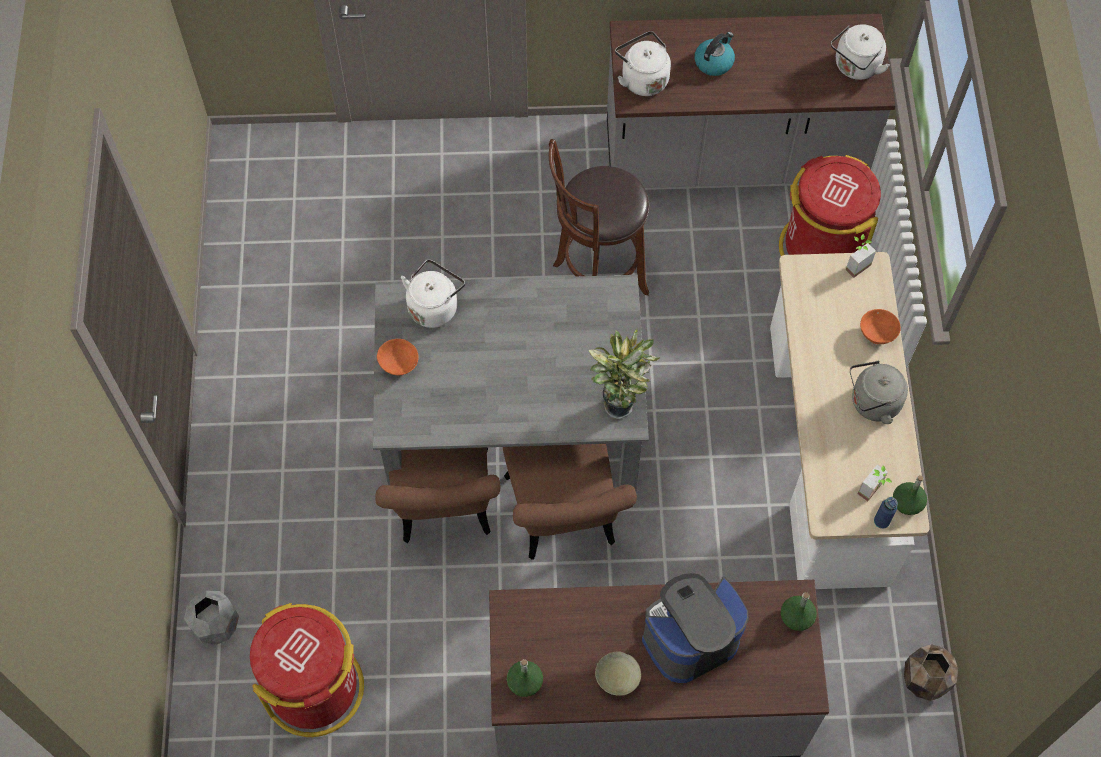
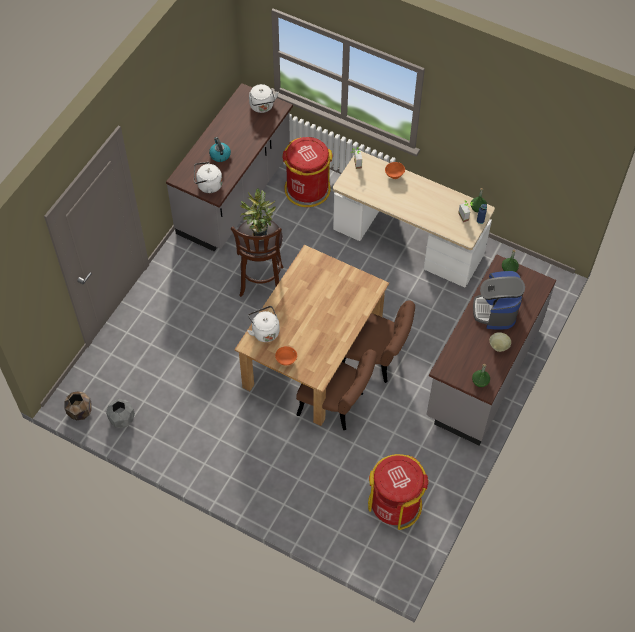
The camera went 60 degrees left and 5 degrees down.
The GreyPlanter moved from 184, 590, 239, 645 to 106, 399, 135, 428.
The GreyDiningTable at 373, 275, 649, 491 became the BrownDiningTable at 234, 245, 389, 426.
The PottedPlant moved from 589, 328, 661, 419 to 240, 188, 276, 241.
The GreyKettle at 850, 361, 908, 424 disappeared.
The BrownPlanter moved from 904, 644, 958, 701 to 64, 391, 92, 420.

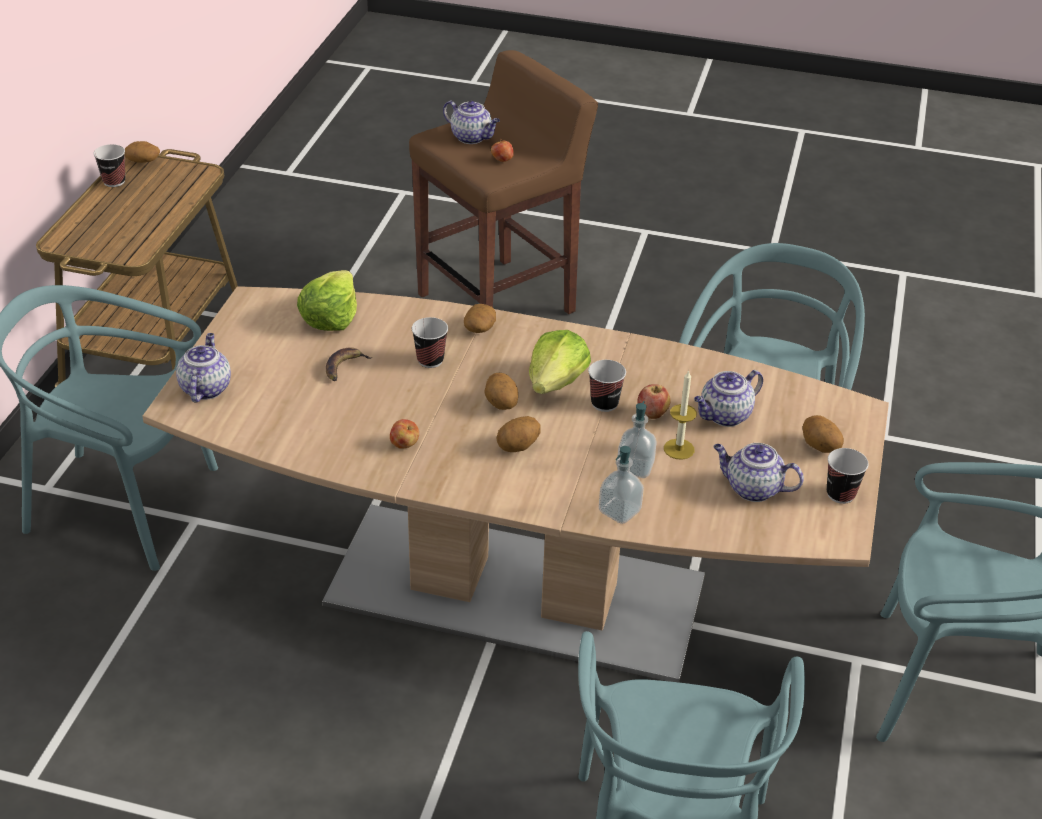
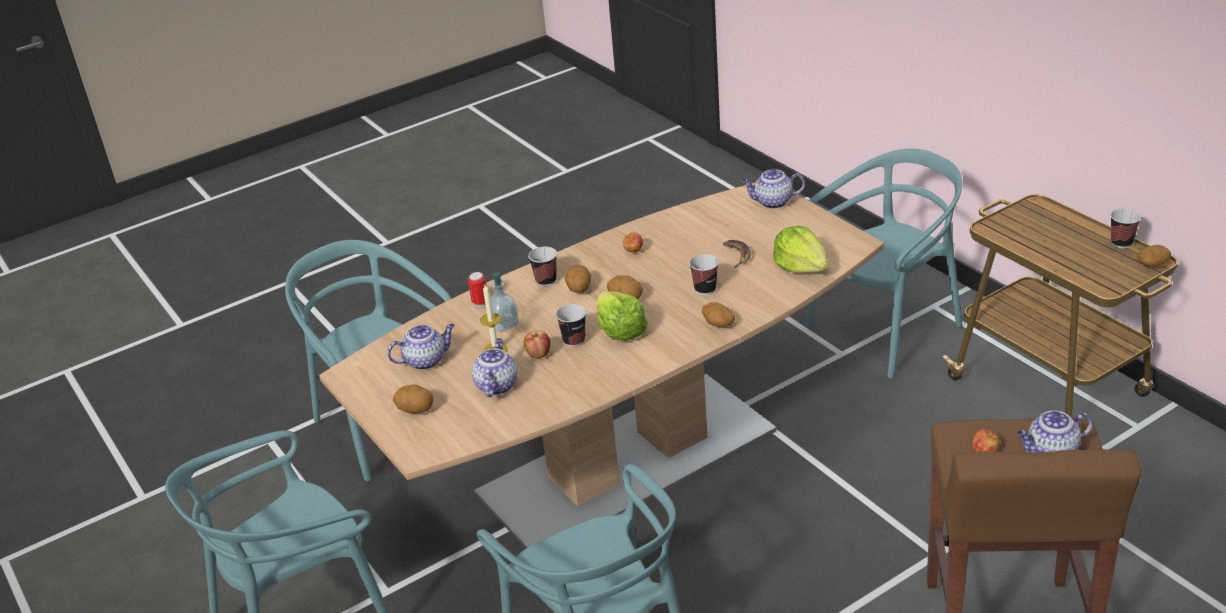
The camera went 135 degrees right and 5 degrees down.
The Teapot at 176, 333, 231, 402 turned 135 degrees clockwise.
The SoapDispenser at 599, 446, 644, 524 was replaced by the Can at 468, 272, 487, 307.
The Cup moved from 827, 448, 869, 504 to 528, 247, 557, 286.

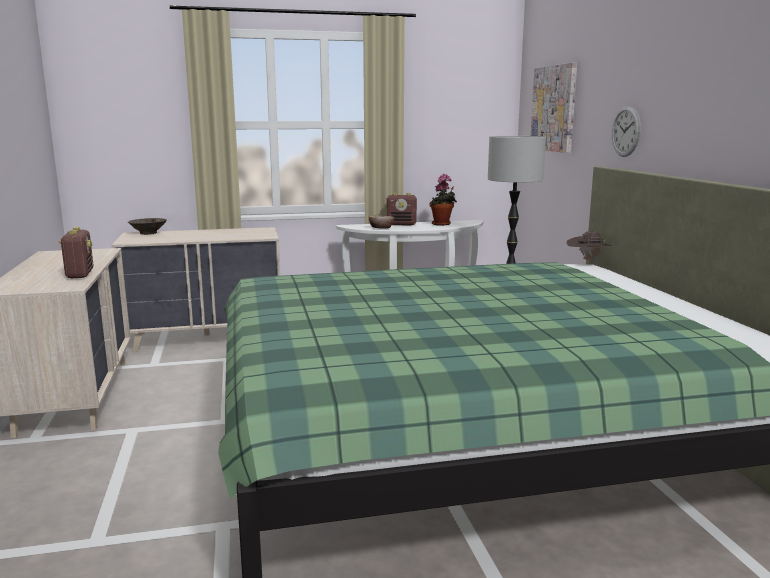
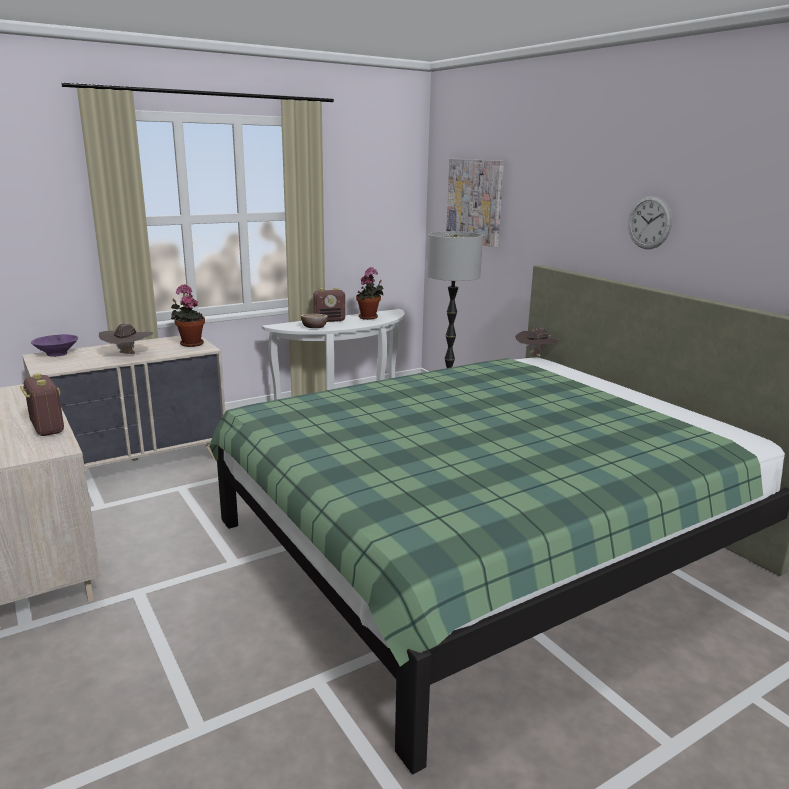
The camera went 20 degrees left and 5 degrees up.
The BrownBowl at 128, 218, 167, 235 became the PurpleBowl at 31, 334, 78, 357.
The WallClock moved from 612, 106, 641, 157 to 628, 196, 672, 249.
The BrownHat at 99, 323, 153, 354 appeared.
The PottedPlant at 171, 284, 205, 347 appeared.

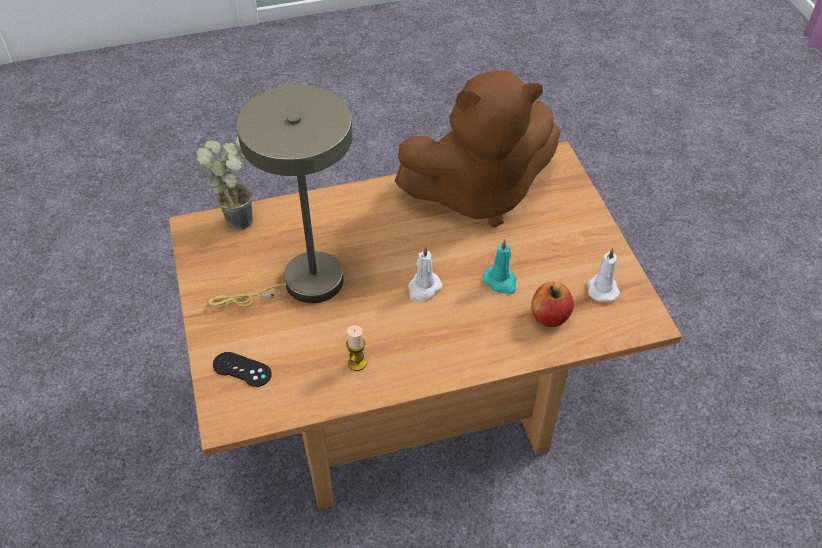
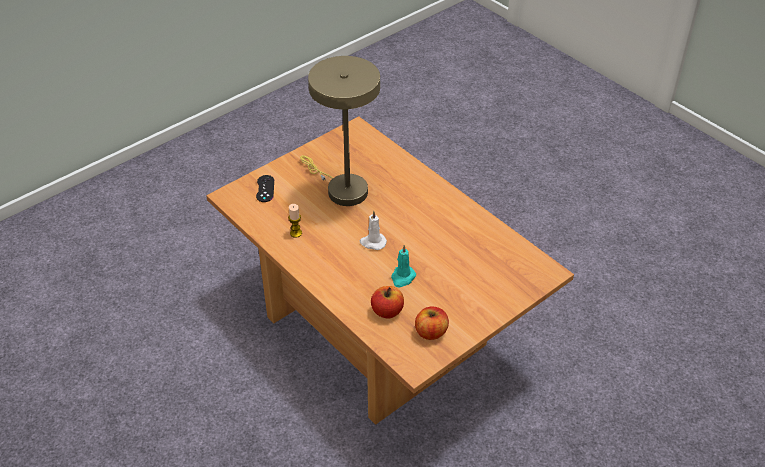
The camera went 65 degrees right and 5 degrees down.
The PottedPlant at 196, 137, 253, 230 disappeared.
The BrownPlushToy at 395, 71, 561, 228 disappeared.
The WhiteCandle at 587, 248, 620, 302 was replaced by the Apple at 415, 307, 449, 340.

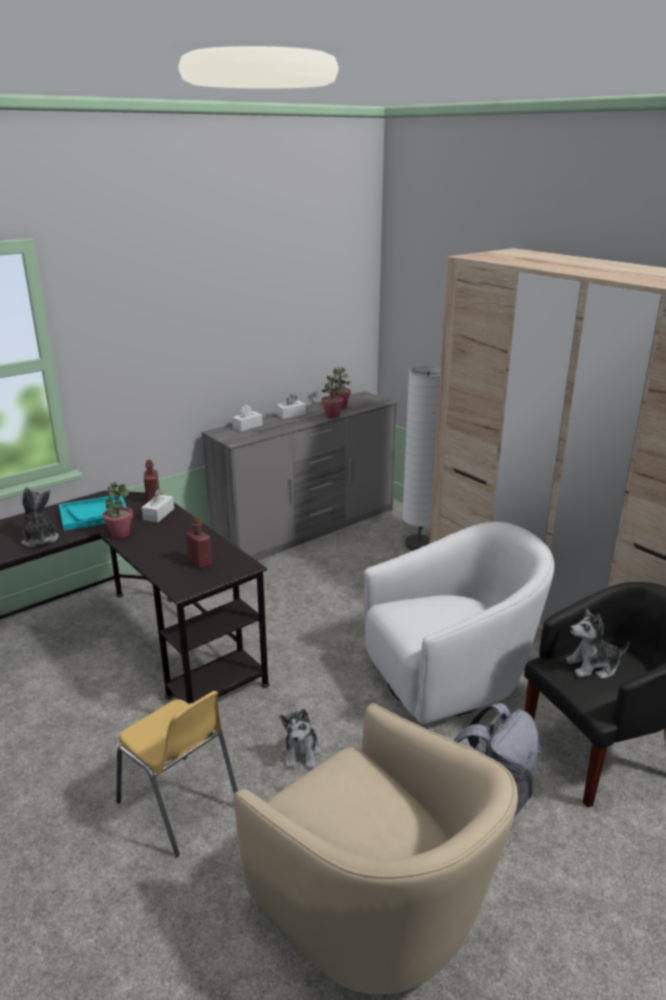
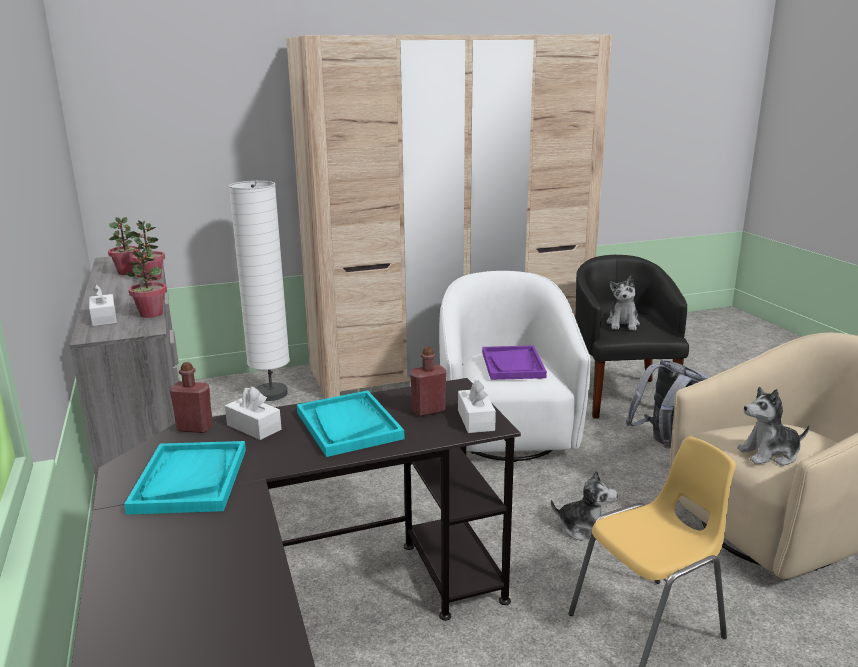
The camera went 70 degrees left and 5 degrees down.
The PlushToy moved from 21, 487, 59, 547 to 737, 387, 810, 466.
The PottedPlant moved from 102, 482, 133, 538 to 126, 247, 167, 318.
The WhiteTissueBox moved from 276, 394, 306, 419 to 458, 380, 496, 433.
The TurquoiseTray at 297, 390, 404, 457 appeared.
The PurpleTray at 482, 345, 547, 380 appeared.

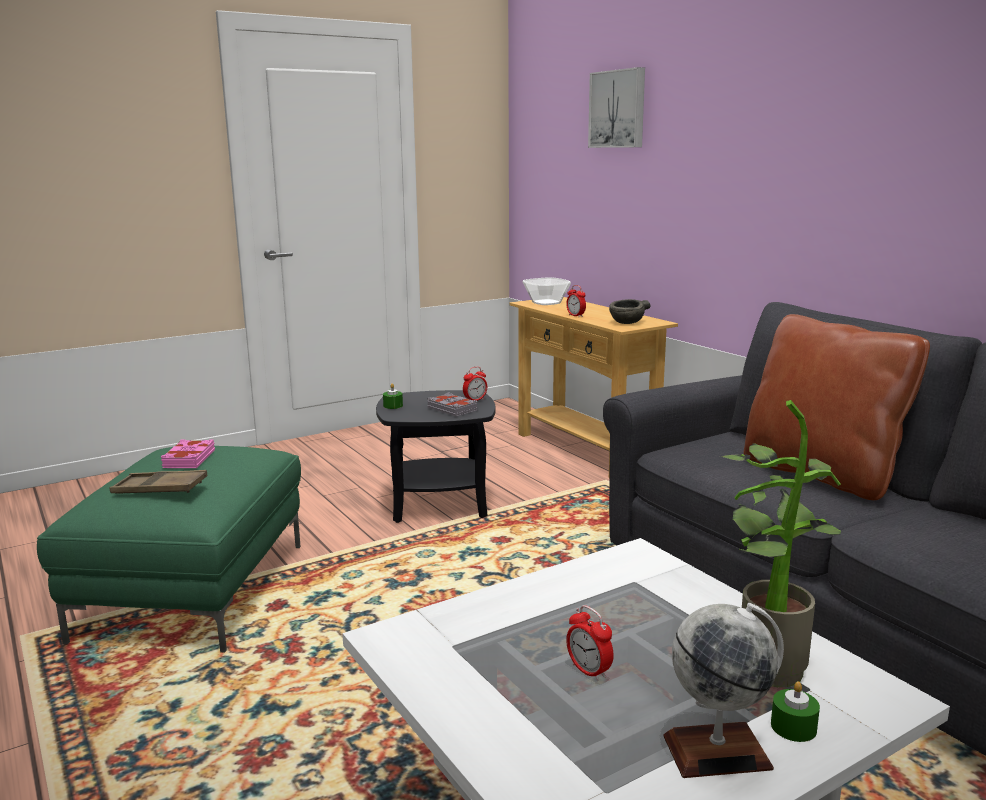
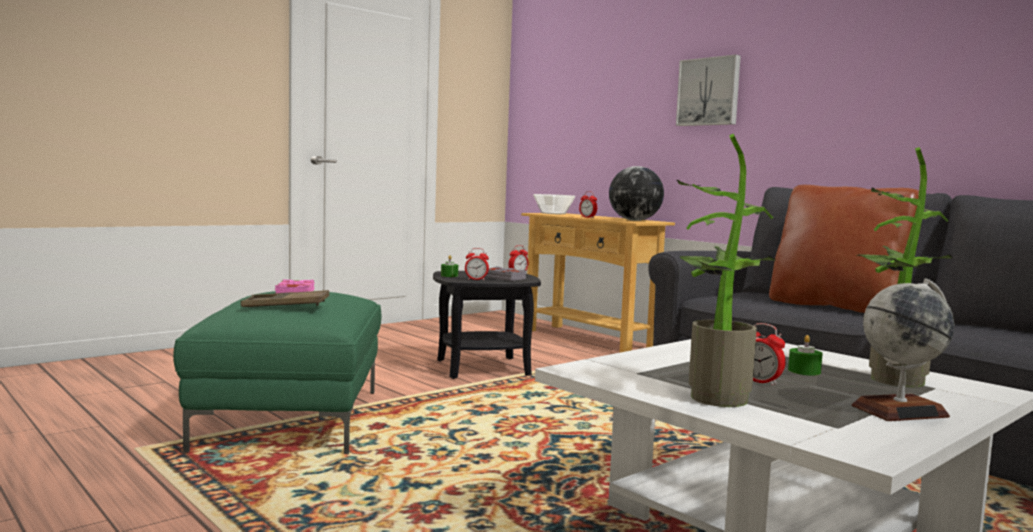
The camera went 10 degrees left and 10 degrees down.
The Picture moved from 588, 67, 645, 148 to 676, 55, 741, 126.
The GreyBowl at 609, 299, 651, 324 was replaced by the Globe at 609, 166, 664, 221.
The GreenCandle moved from 771, 681, 820, 742 to 788, 335, 823, 376.
The AlarmClock at 465, 248, 489, 281 appeared.
The PottedPlant at 677, 134, 776, 407 appeared.

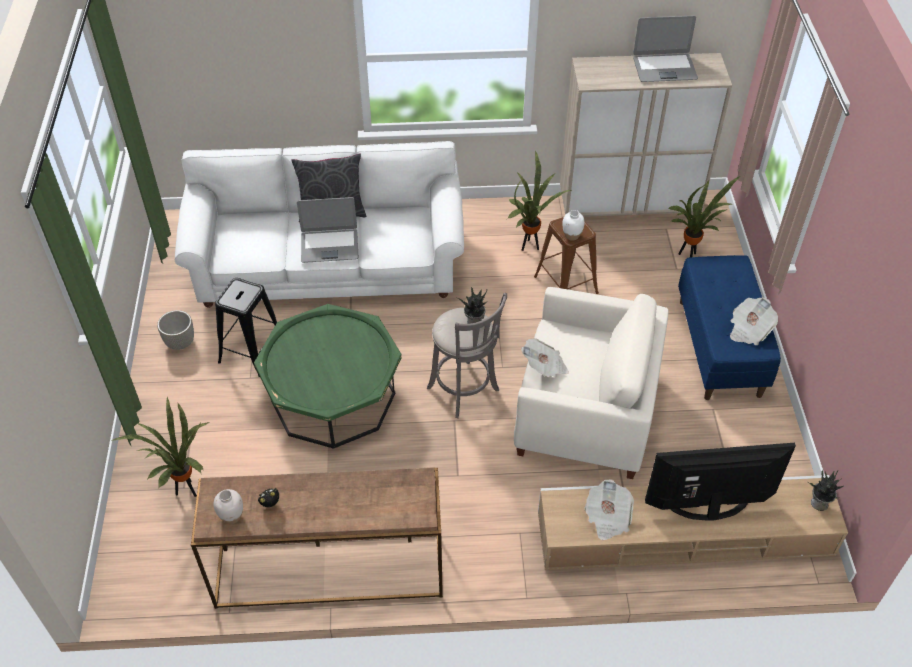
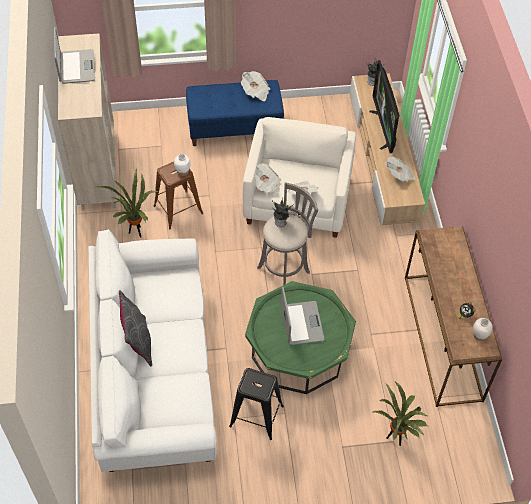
The camera went 95 degrees left and 5 degrees up.
The GreyPlanter at 157, 310, 194, 350 disappeared.
The Laptop moved from 297, 197, 358, 263 to 281, 286, 324, 345.
The PottedPlant at 669, 176, 740, 257 disappeared.
The Newspaper at 254, 163, 281, 195 appeared.

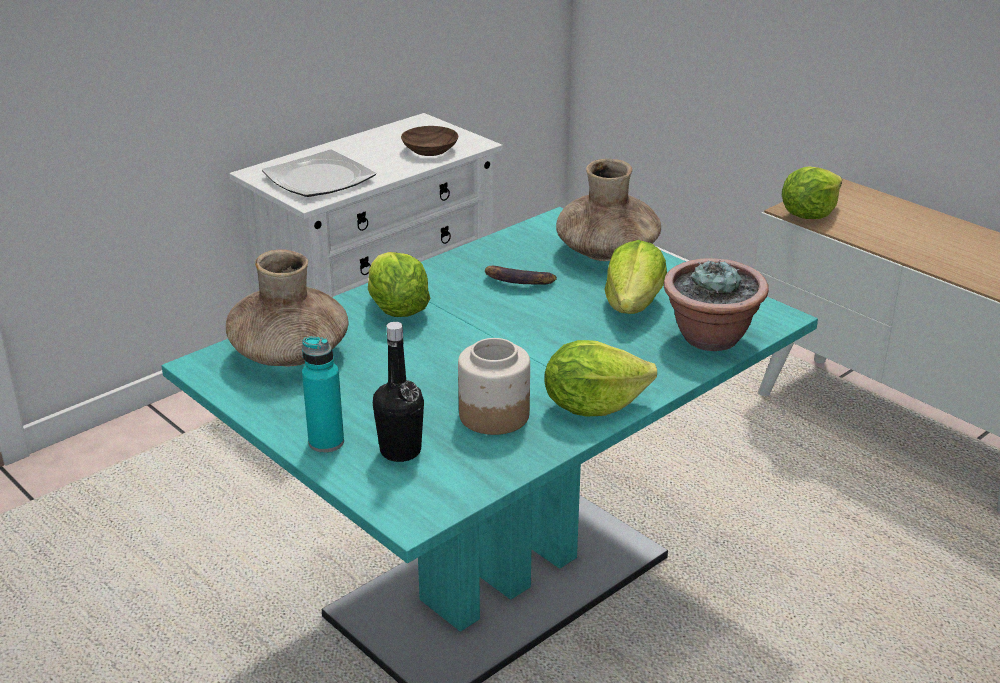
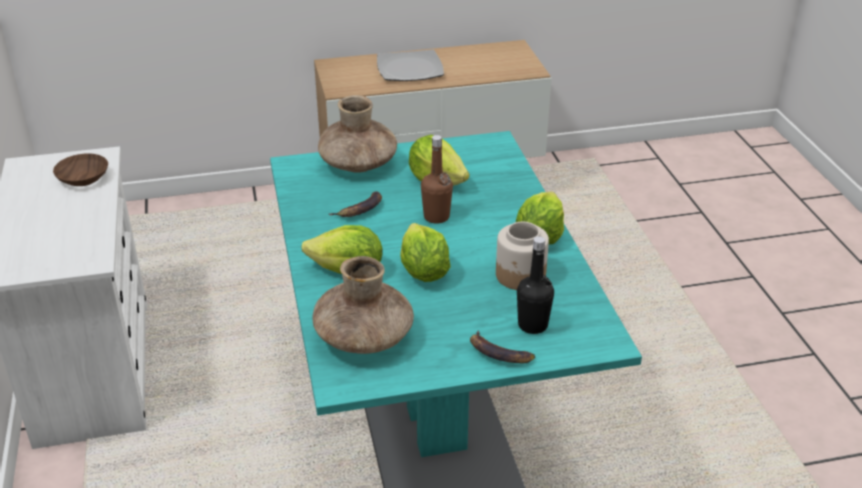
The camera went 60 degrees left and 5 degrees up.
The Plate moved from 262, 150, 376, 197 to 377, 50, 444, 81.
The TurquoiseBottle at 302, 336, 344, 453 was replaced by the Banana at 470, 331, 535, 363.
The PottedPlant at 664, 258, 768, 351 disappeared.
The Lettuce moved from 782, 166, 842, 219 to 400, 223, 451, 282.
The BrownBottle at 421, 135, 453, 224 appeared.

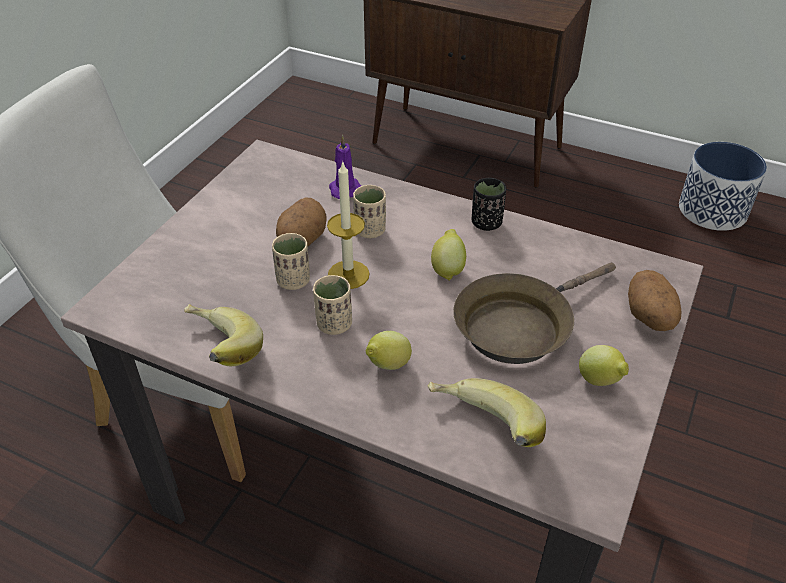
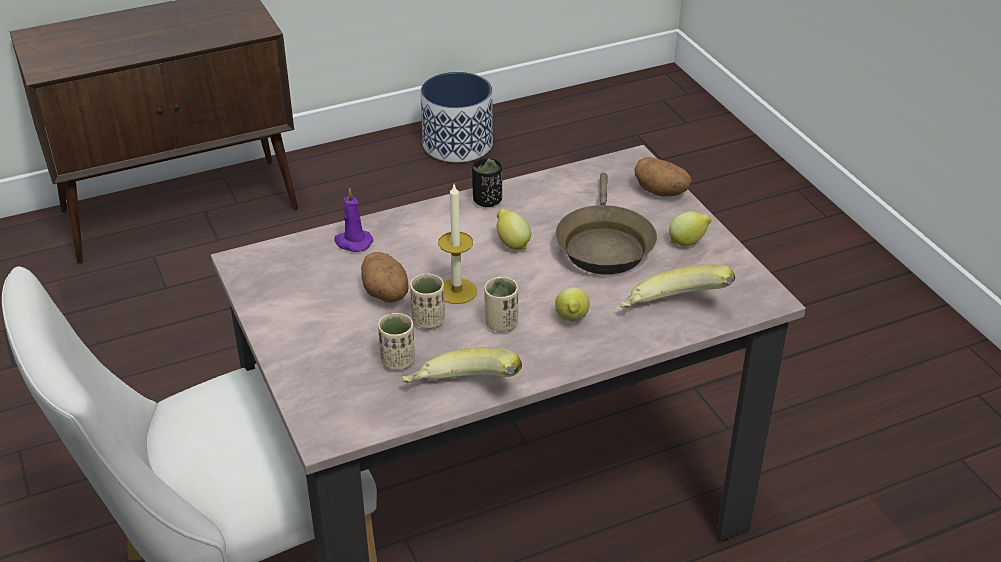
The camera went 50 degrees left and 5 degrees down.
The BeigeCup moved from 353, 185, 386, 238 to 378, 313, 415, 370.

